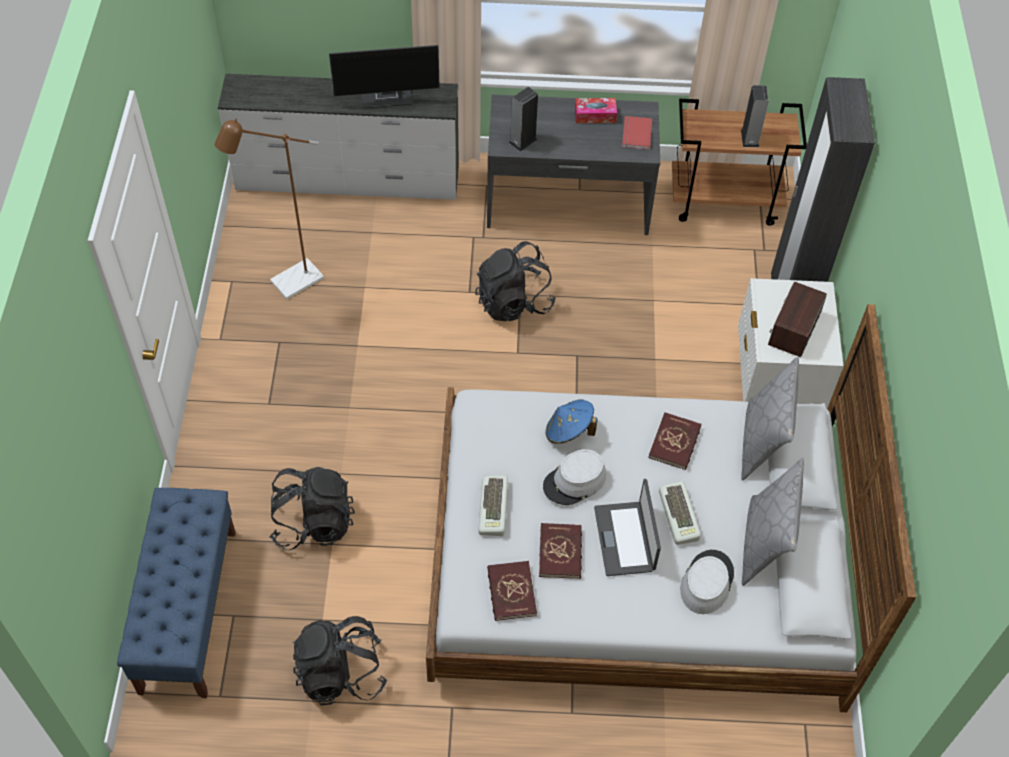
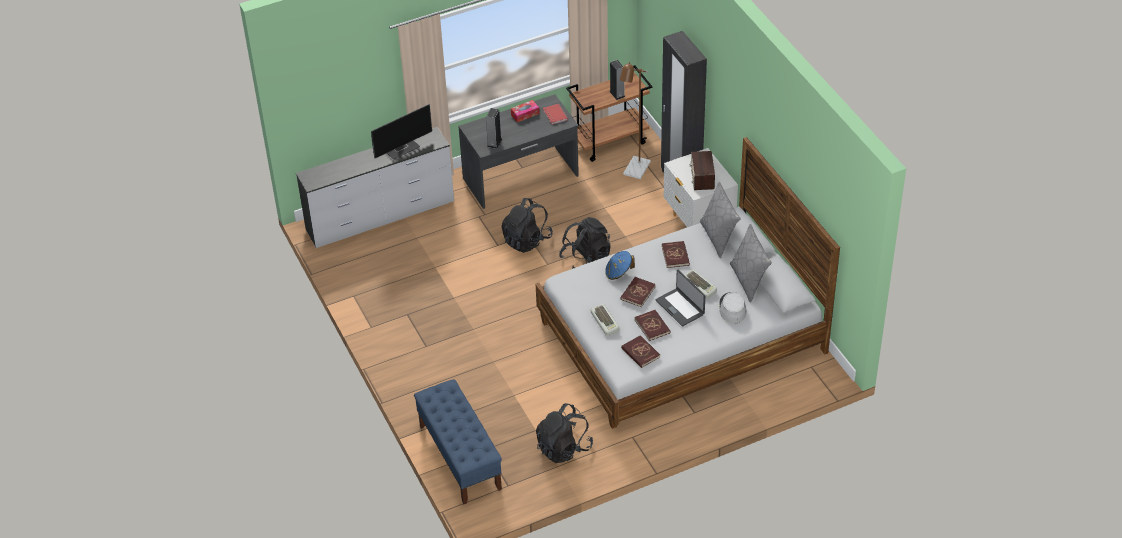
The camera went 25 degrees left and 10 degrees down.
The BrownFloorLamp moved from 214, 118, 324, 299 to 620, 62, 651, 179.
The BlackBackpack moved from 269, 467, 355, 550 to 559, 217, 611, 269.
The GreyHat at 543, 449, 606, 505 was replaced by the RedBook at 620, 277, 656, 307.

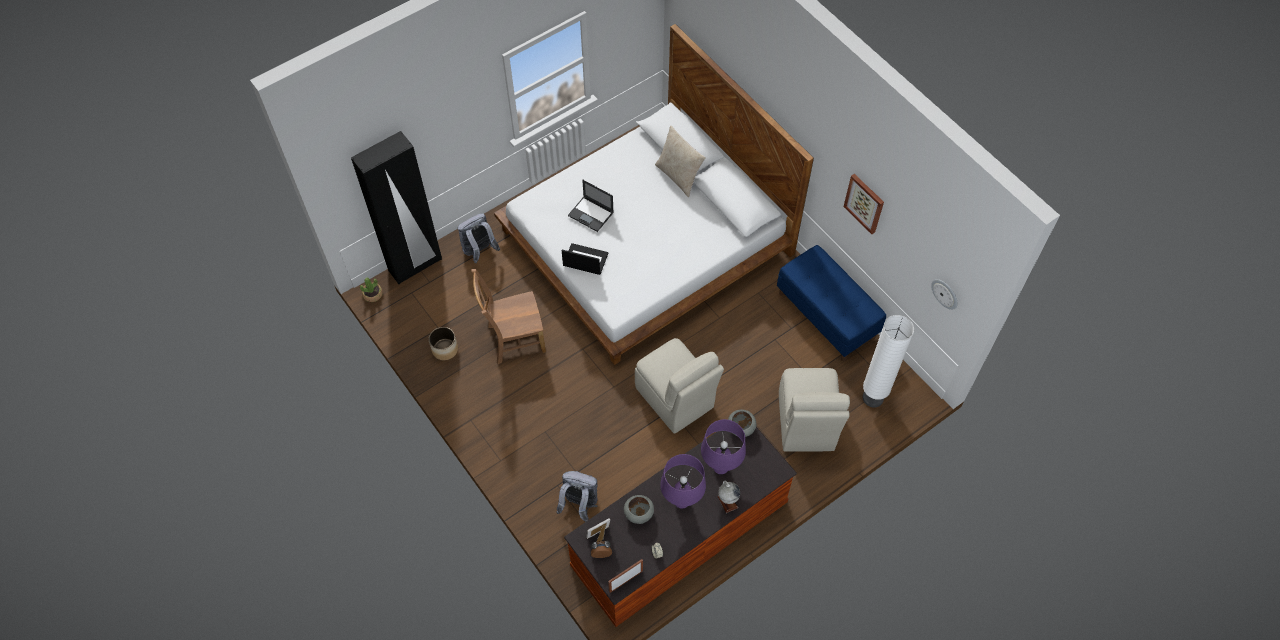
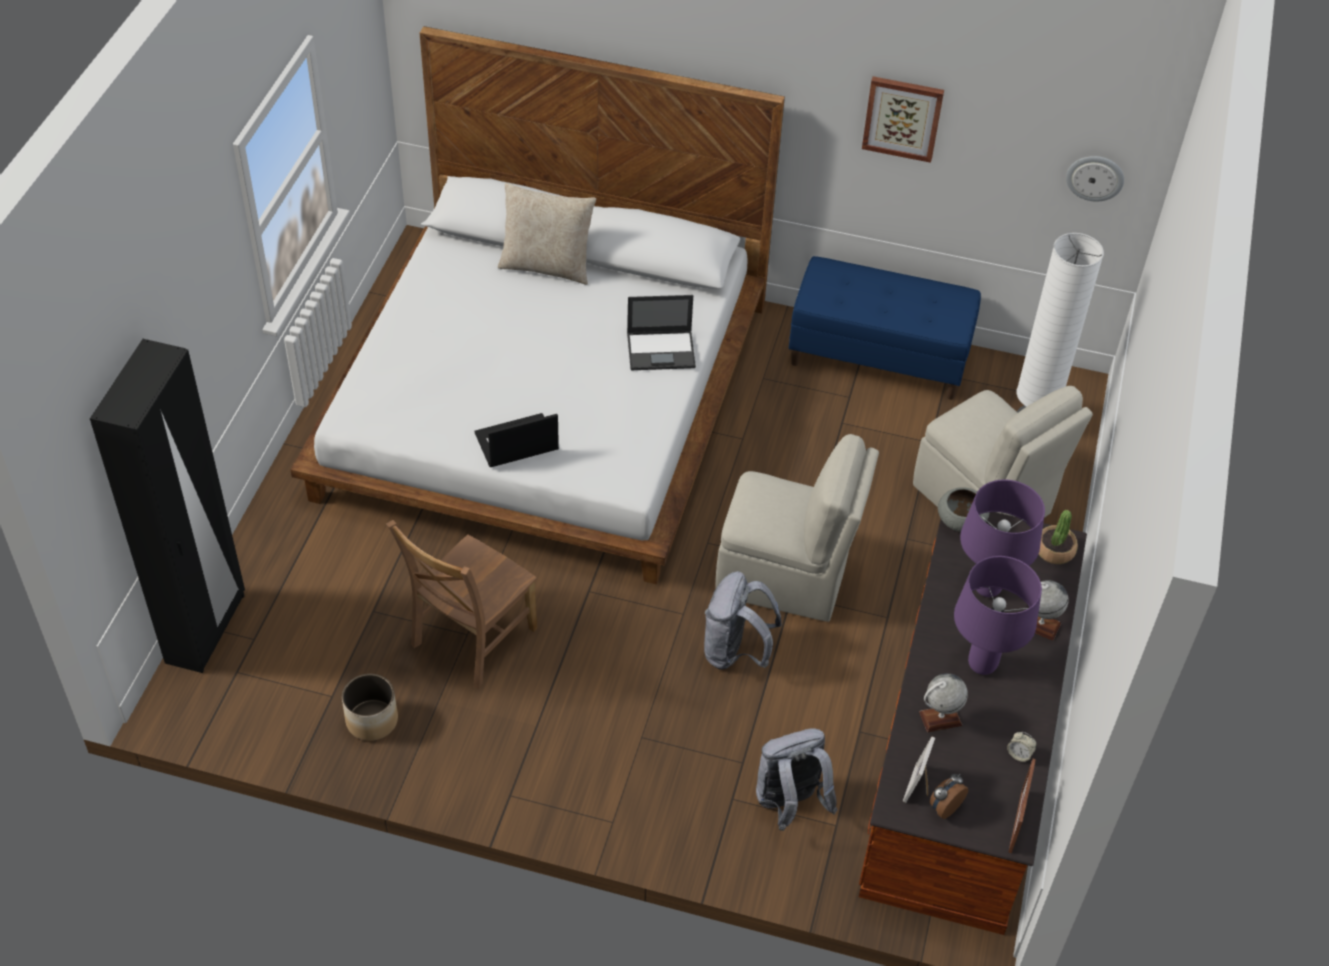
The camera went 40 degrees left and 10 degrees down.
The PottedPlant moved from 360, 278, 383, 302 to 1039, 510, 1078, 564.
The GreyBackpack moved from 458, 213, 500, 263 to 704, 571, 782, 670.
The Laptop moved from 568, 180, 614, 232 to 627, 295, 696, 370.
The GreyBowl at 624, 495, 654, 524 was replaced by the Globe at 919, 673, 968, 732.

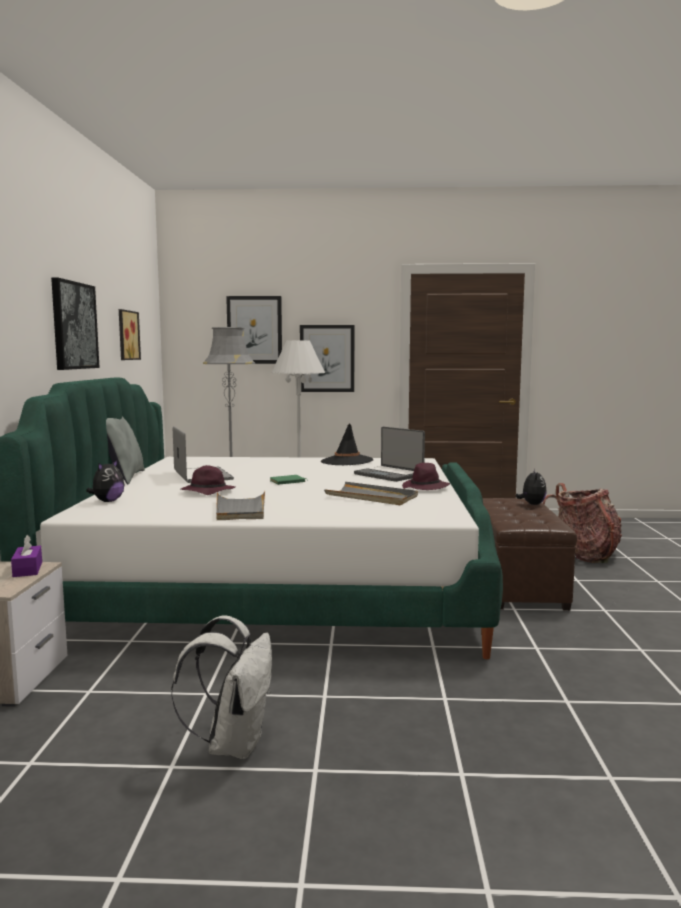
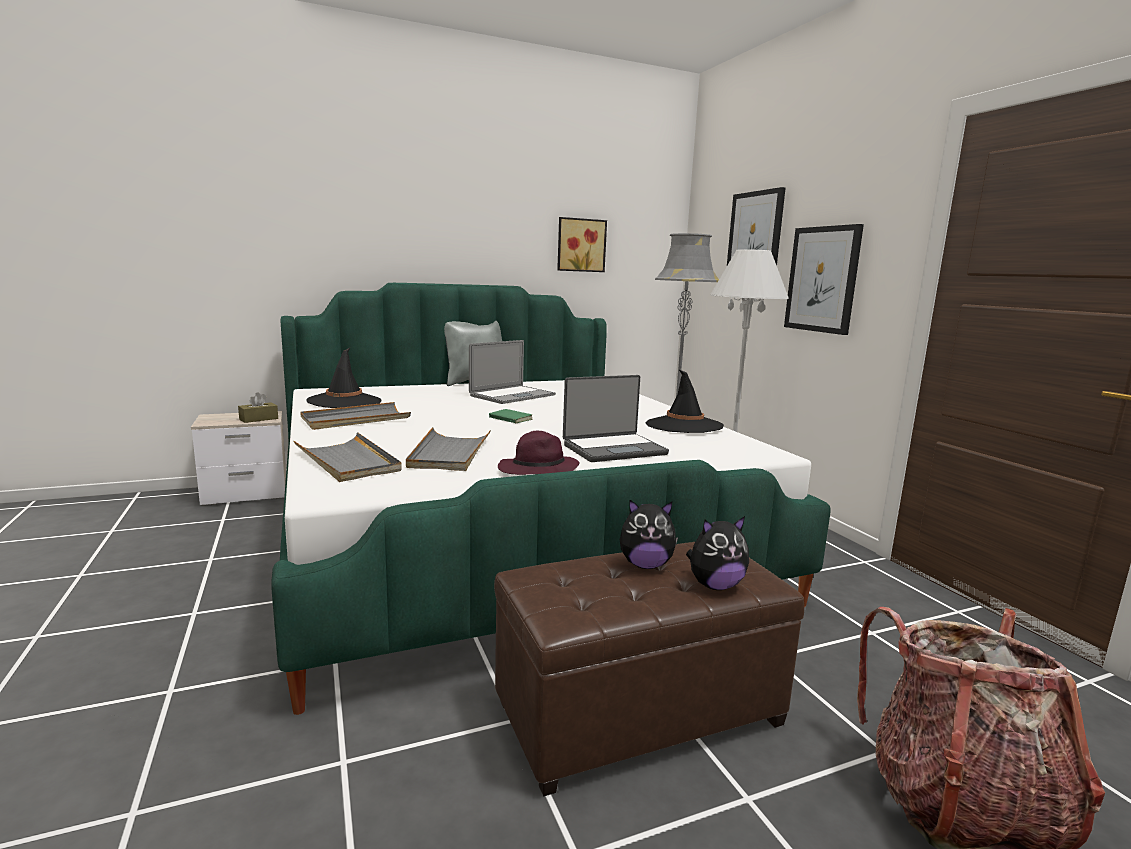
The camera went 65 degrees right and 5 degrees up.
The PurpleTissueBox at 11, 535, 42, 577 became the BrownTissueBox at 238, 392, 278, 423.
The Picture at 51, 278, 100, 370 disappeared.
The PlushToy moved from 86, 460, 124, 502 to 620, 500, 678, 569.
The WhiteBackpack at 171, 615, 272, 759 disappeared.
The PurpleHat at 181, 465, 235, 495 disappeared.
The Laptop at 354, 427, 425, 482 turned 135 degrees counterclockwise.
The GreyTray at 294, 432, 402, 482 appeared.
The BlackHat at 306, 347, 381, 408 appeared.

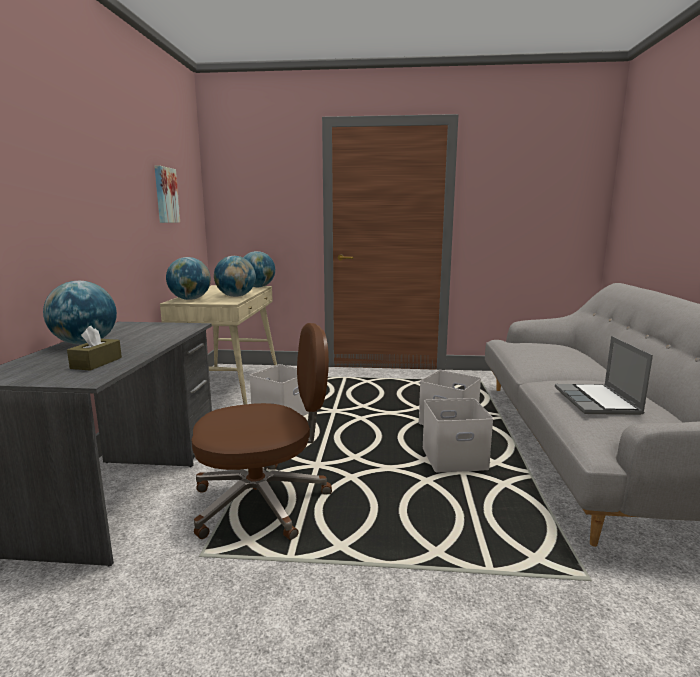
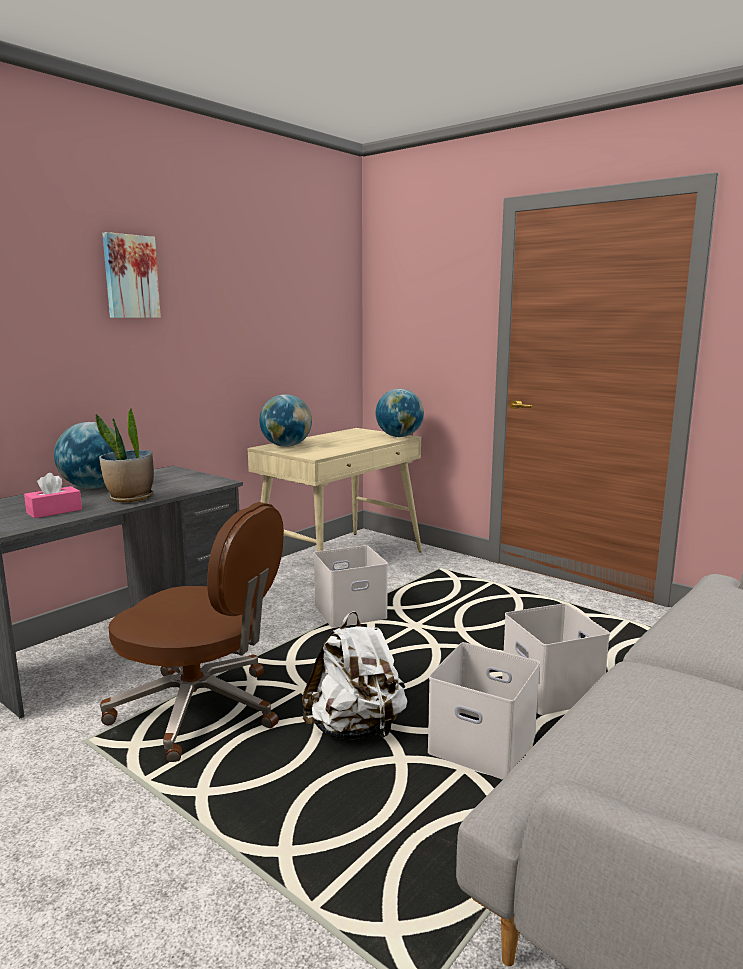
The camera went 35 degrees right and 0 degrees up.
The BrownTissueBox at 67, 326, 122, 371 became the PinkTissueBox at 24, 473, 82, 518.
The Picture moved from 155, 165, 180, 223 to 102, 232, 161, 318.
The Globe at 214, 256, 256, 297 disappeared.
The Laptop at 555, 336, 653, 415 disappeared.
The PottedPlant at 96, 408, 154, 503 appeared.
The WhiteBackpack at 302, 611, 407, 740 appeared.

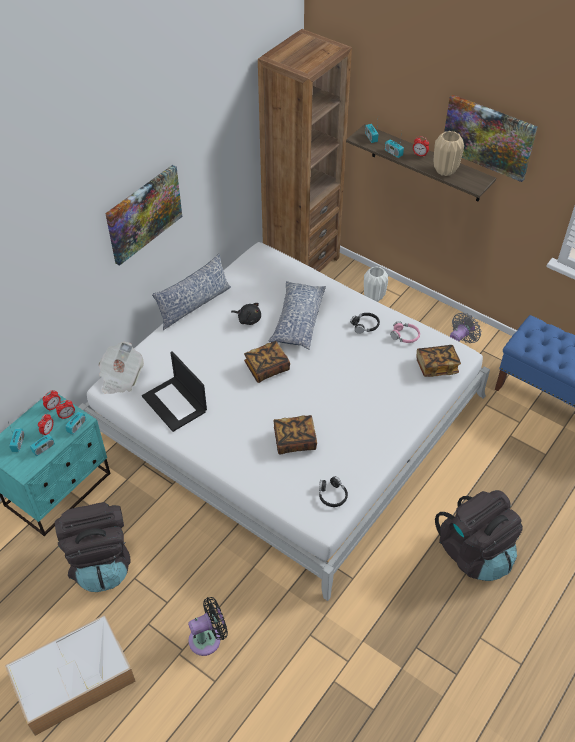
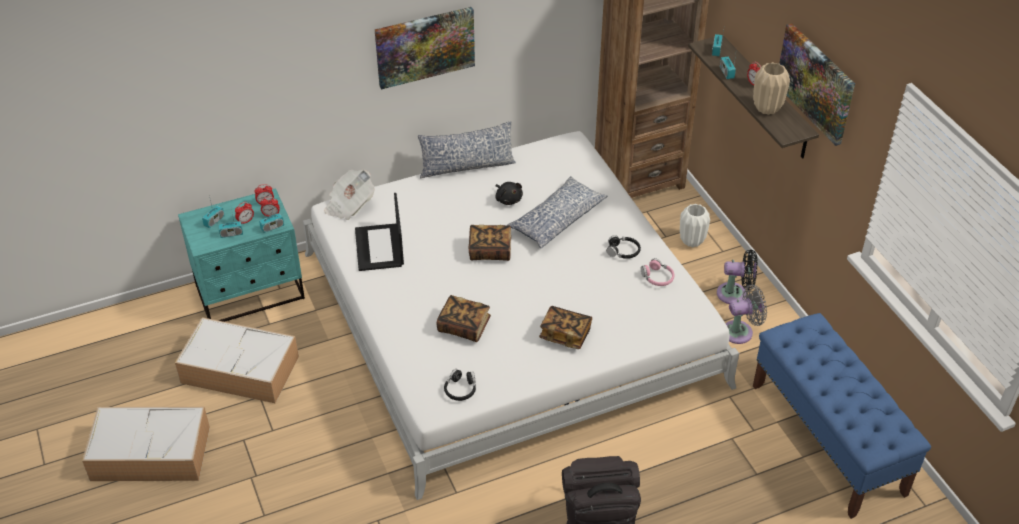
The camera went 30 degrees right and 5 degrees down.
The BlackBackpack at 55, 502, 131, 592 was replaced by the StorageBox at 175, 318, 299, 403.
The BlackFan moved from 188, 597, 228, 656 to 717, 249, 757, 304.
The Book moved from 416, 345, 461, 377 to 539, 306, 592, 349.

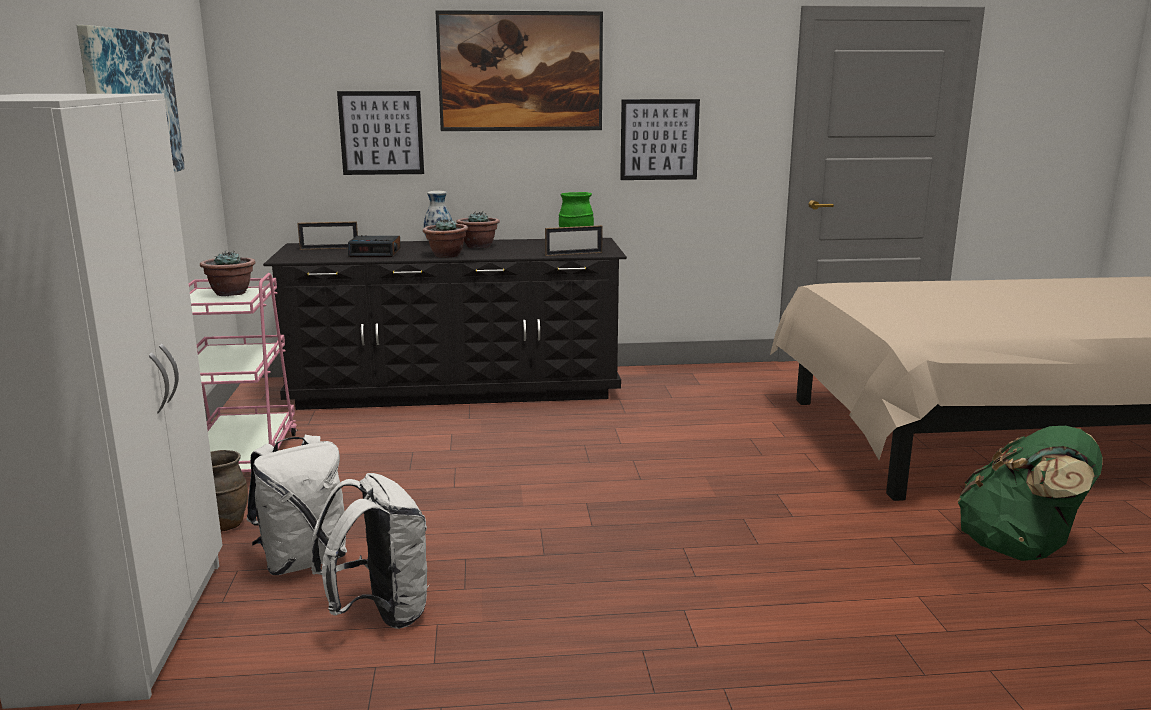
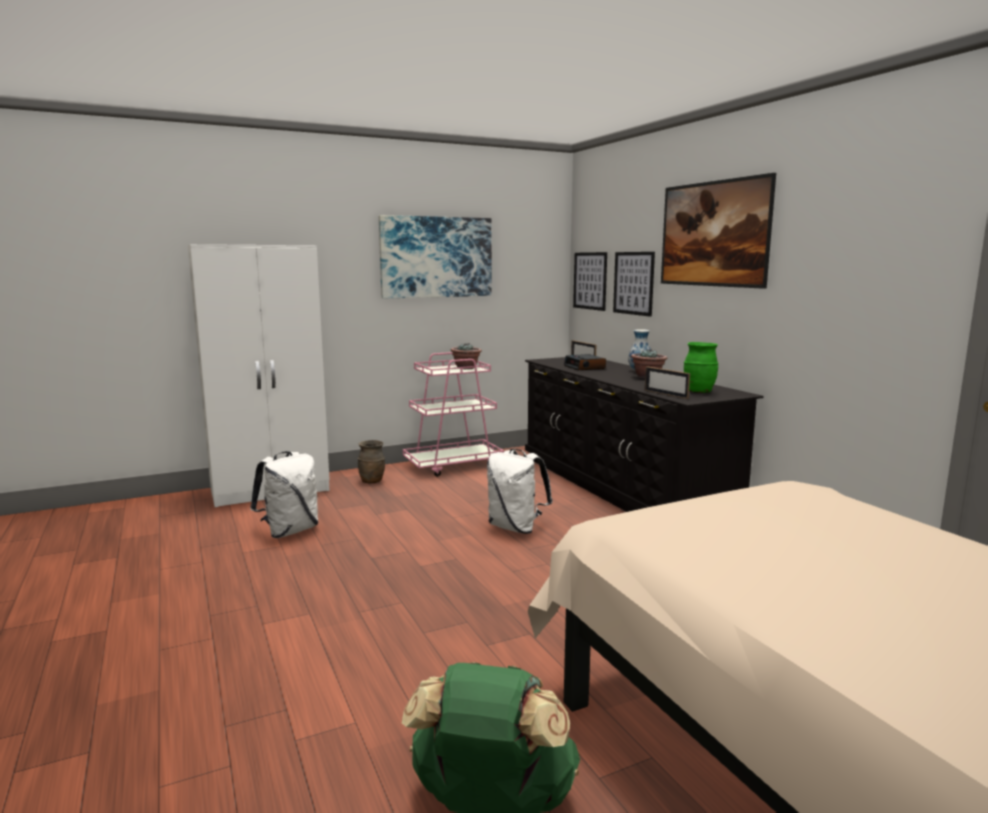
The camera went 70 degrees right and 5 degrees down.
The WhiteBackpack moved from 247, 435, 347, 575 to 487, 449, 553, 534.
The PottedPlant at 423, 219, 468, 258 disappeared.
The Picture moved from 620, 99, 700, 180 to 573, 252, 607, 311.

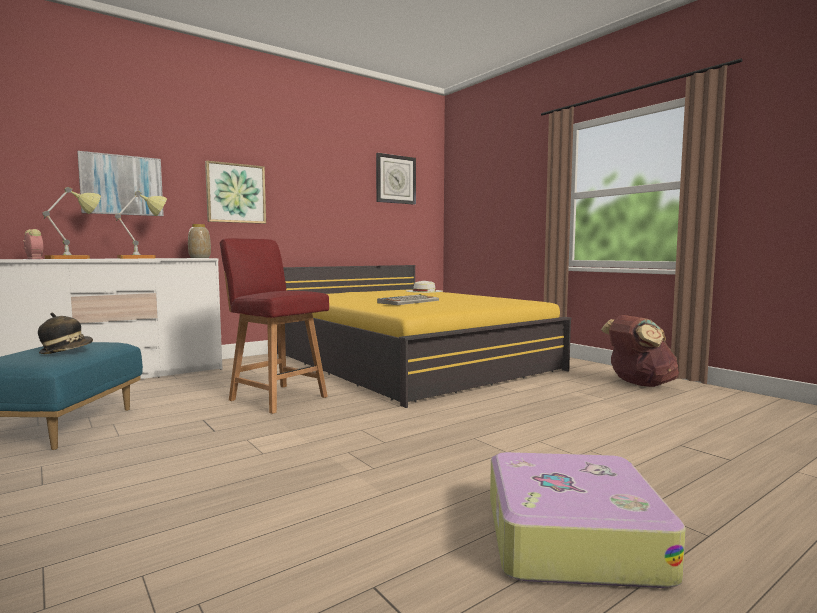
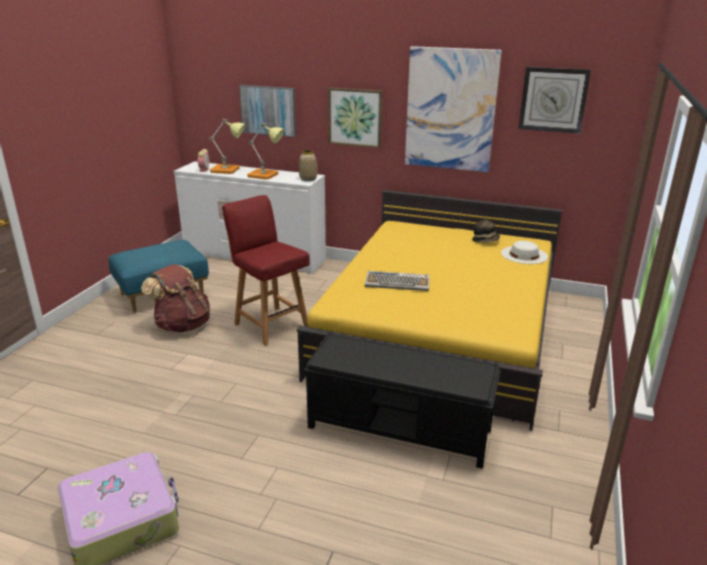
The camera went 55 degrees right and 20 degrees up.
The Hat moved from 38, 313, 93, 354 to 472, 217, 500, 243.
The RedChair at 220, 238, 329, 414 turned 45 degrees counterclockwise.
The BrownBackpack moved from 601, 315, 679, 387 to 141, 264, 210, 332.
The BlackBench at 304, 333, 501, 469 appeared.
The Picture at 405, 46, 502, 172 appeared.

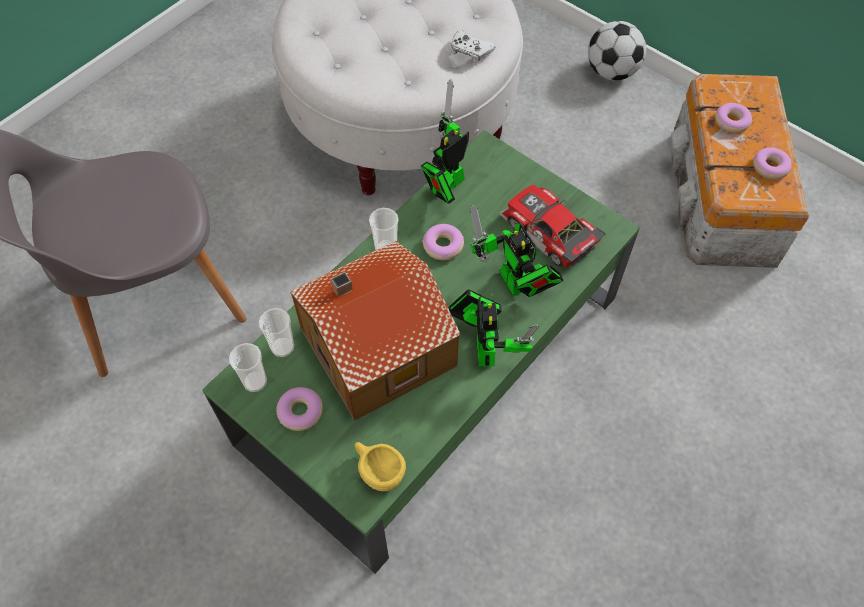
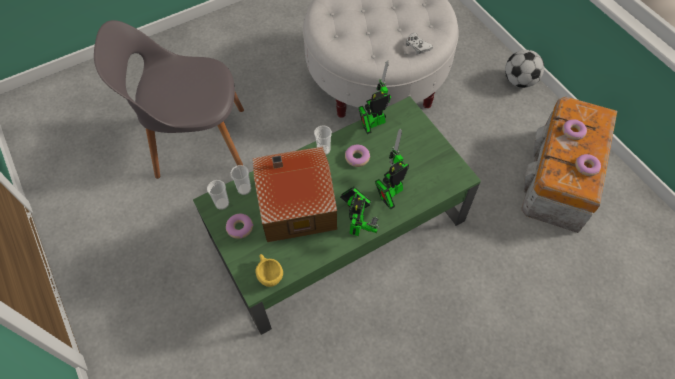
The camera went 20 degrees right and 0 degrees up.
The ToyRobot at 470, 205, 564, 297 turned 60 degrees clockwise.
The ToyCar at 499, 185, 606, 268 disappeared.

